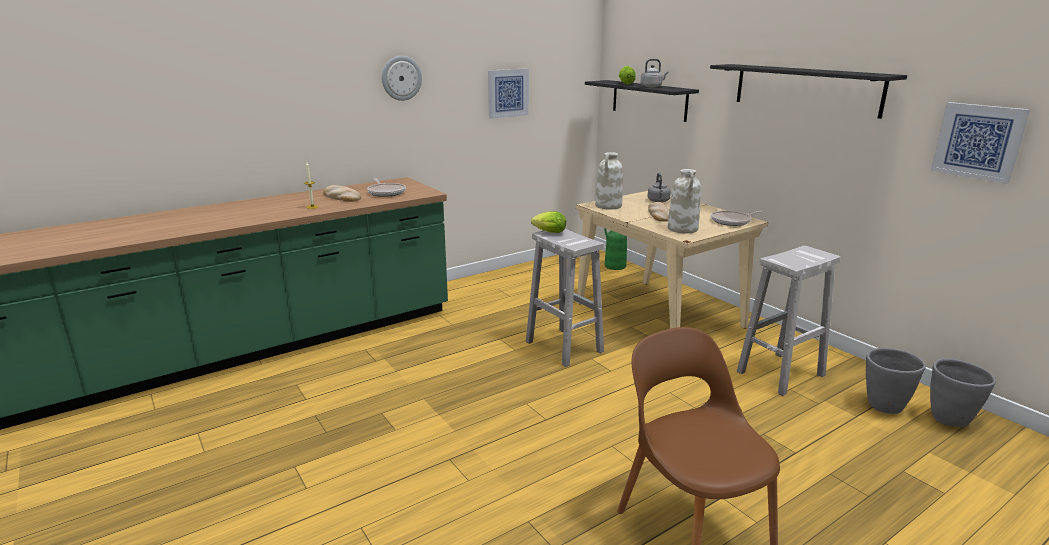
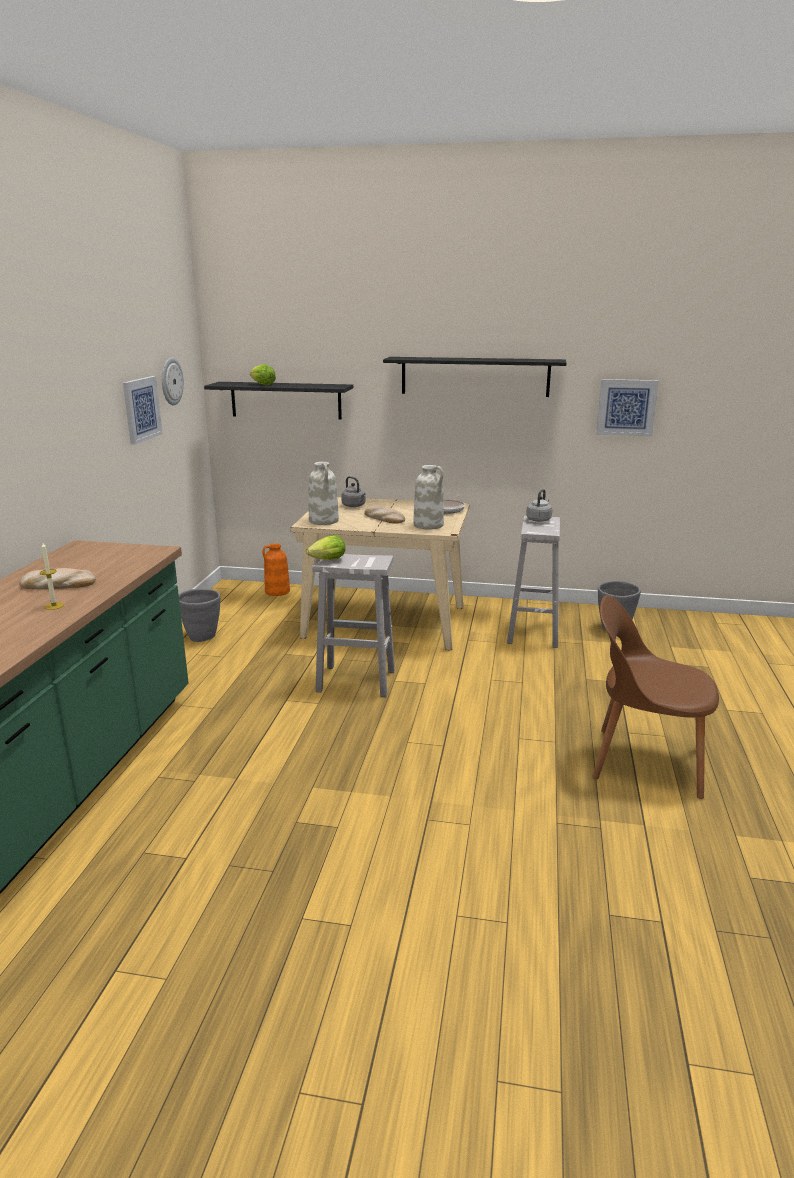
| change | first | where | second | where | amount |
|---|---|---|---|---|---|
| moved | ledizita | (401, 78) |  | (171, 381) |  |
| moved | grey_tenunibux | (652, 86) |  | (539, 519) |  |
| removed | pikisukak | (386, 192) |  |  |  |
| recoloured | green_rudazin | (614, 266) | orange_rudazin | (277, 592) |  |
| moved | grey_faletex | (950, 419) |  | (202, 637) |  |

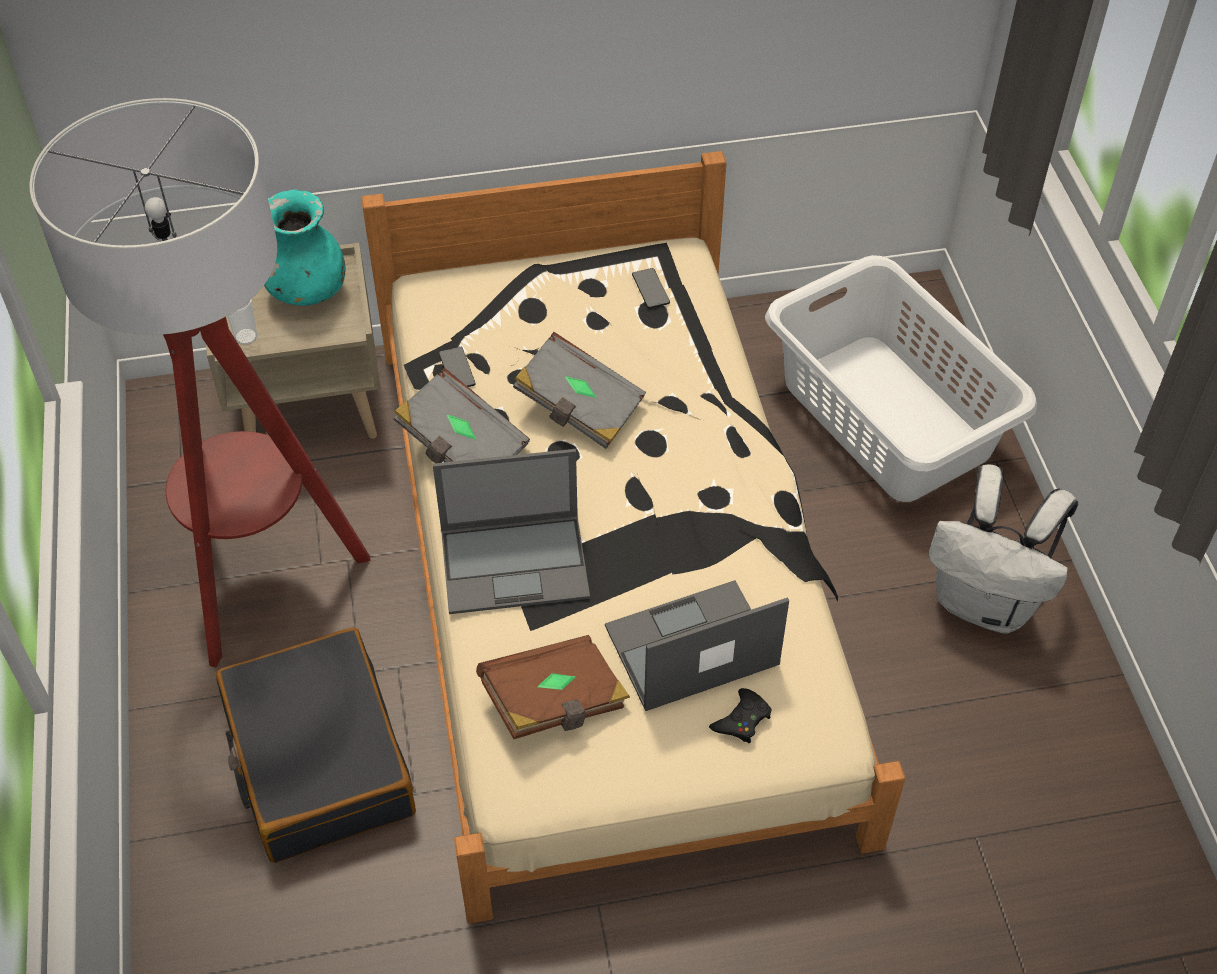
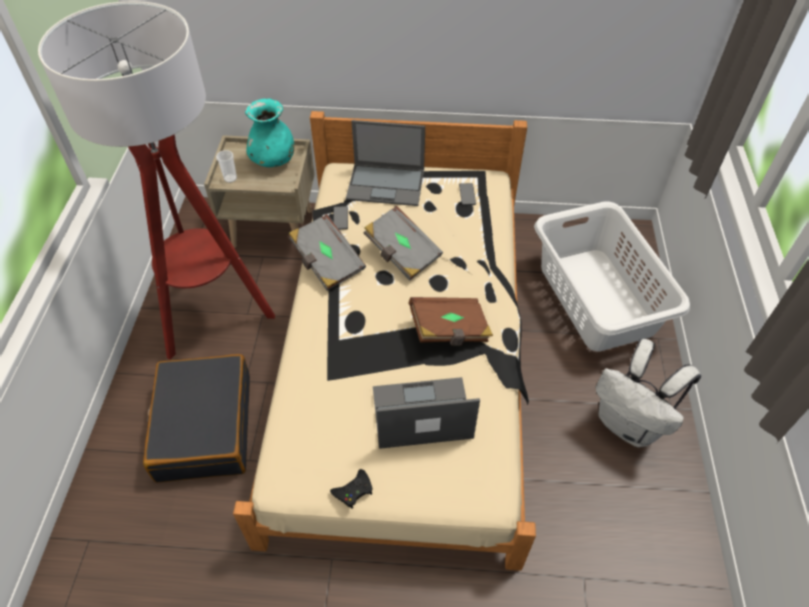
| change | first | where | second | where | amount |
|---|---|---|---|---|---|
| moved | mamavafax | (516, 563) |  | (386, 184) |  |
| moved | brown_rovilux | (554, 702) |  | (449, 330) |  |
| moved | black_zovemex | (742, 720) |  | (353, 491) |  |

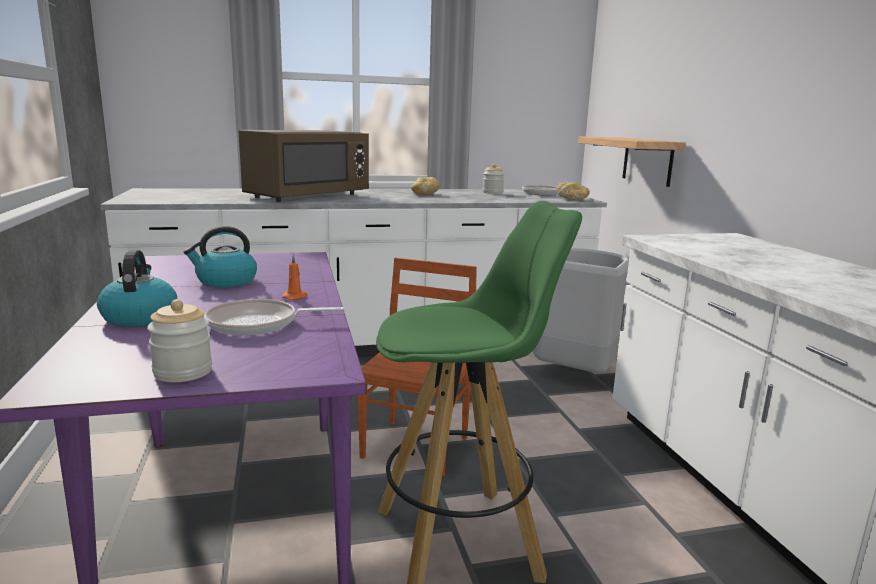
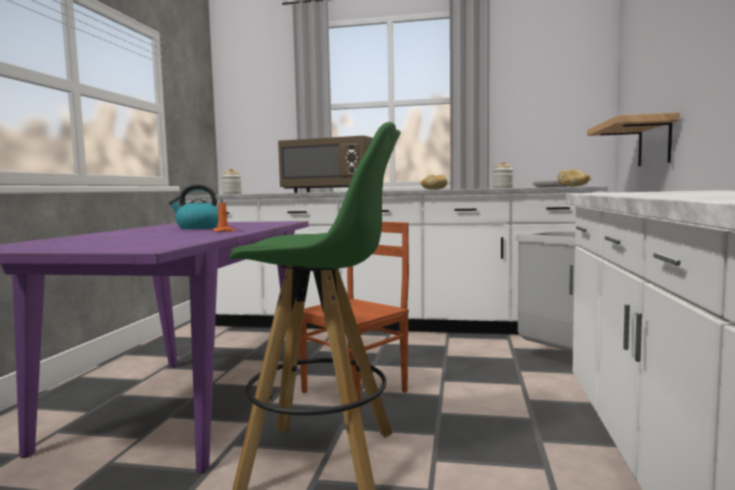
| change | first | where | second | where | amount |
|---|---|---|---|---|---|
| turned | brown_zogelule | (307, 196) |  | (332, 191) | 45 degrees clockwise |
| removed | tenunibux | (139, 317) |  |  |  |
| moved | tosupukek | (183, 372) |  | (232, 194) |  |
| removed | pikisukak | (258, 324) |  |  |  |

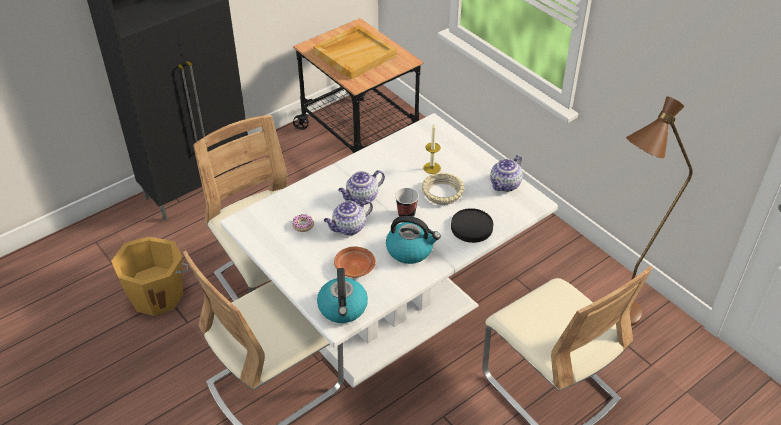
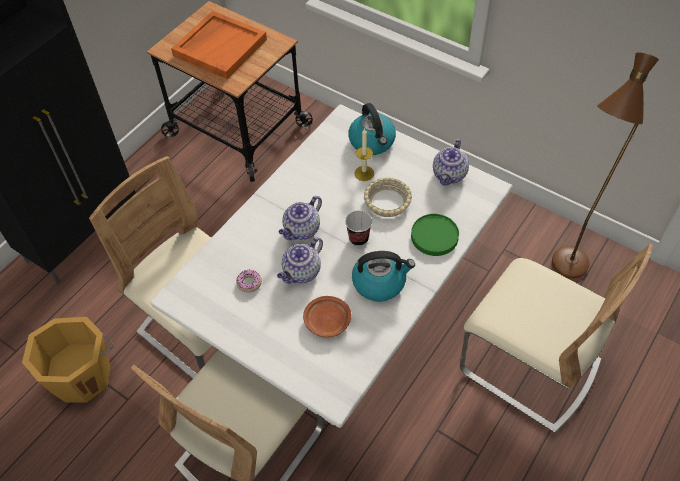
| change | first | where | second | where | amount |
|---|---|---|---|---|---|
| recoloured | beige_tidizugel | (355, 54) | orange_tidizugel | (220, 47) |  |
| recoloured | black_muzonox | (472, 227) | green_muzonox | (435, 236) |  |
| moved | tenunibux | (343, 308) |  | (372, 142) |  |

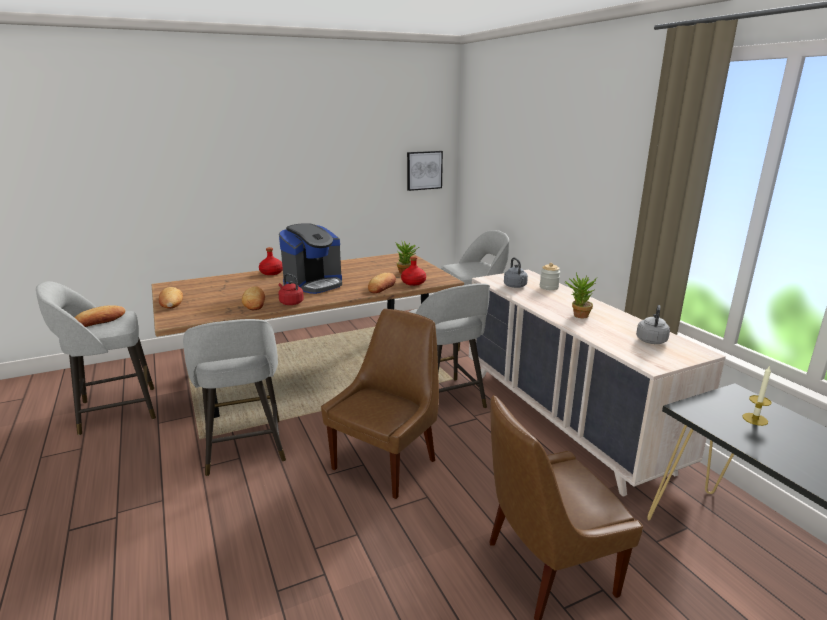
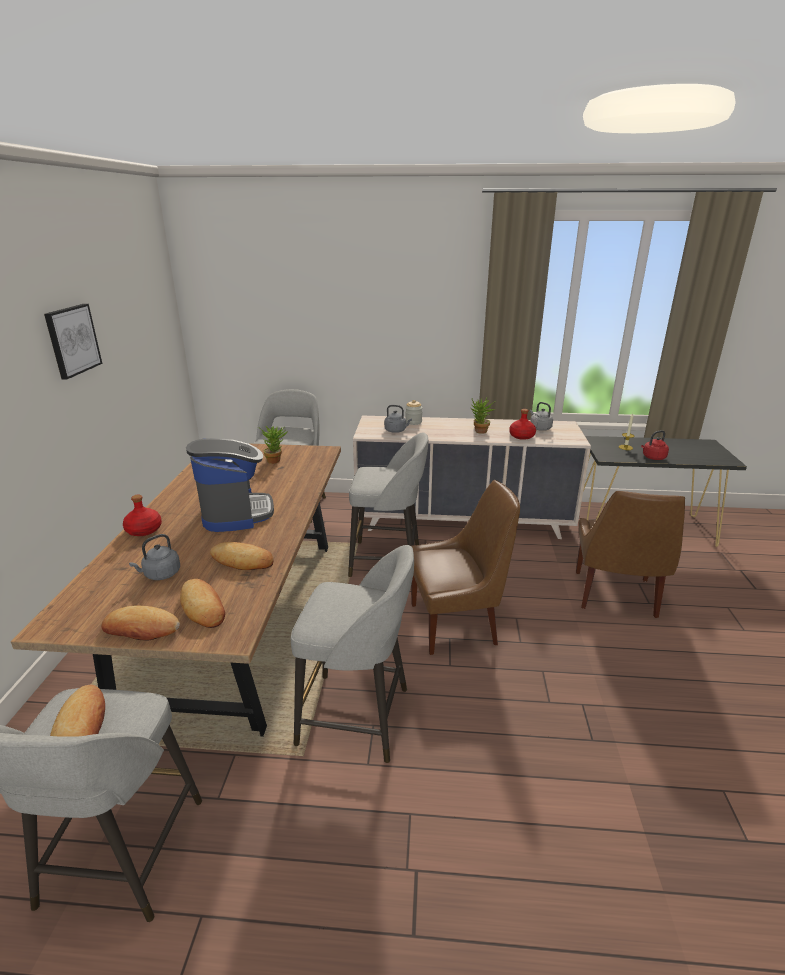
| change | first | where | second | where | amount |
|---|---|---|---|---|---|
| moved | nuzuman | (424, 170) |  | (72, 340) |  |
| moved | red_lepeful | (413, 283) |  | (521, 436) |  |
| moved | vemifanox | (382, 286) |  | (203, 607) |  |
| moved | red_tenunibux | (290, 302) |  | (652, 458) |  |
| turned | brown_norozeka | (387, 462) |  | (456, 623) | 105 degrees clockwise |
| added |  |  | grey_tenunibux | (160, 574) |  |

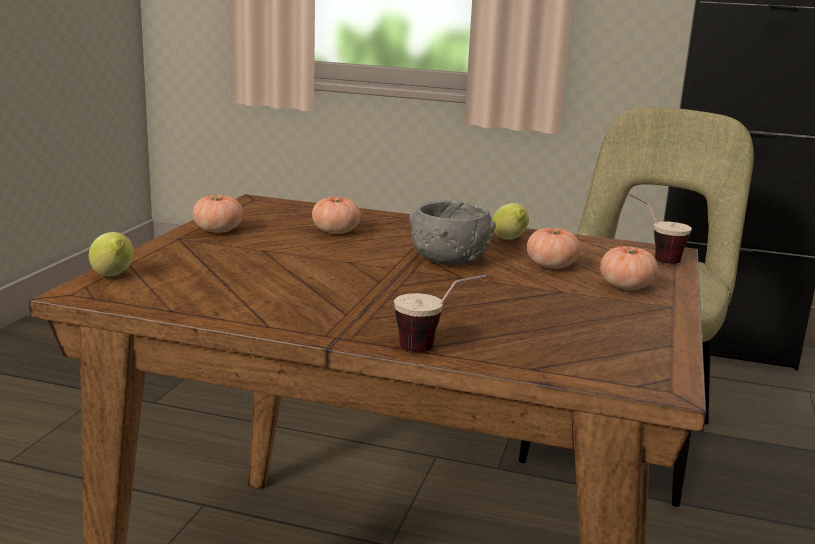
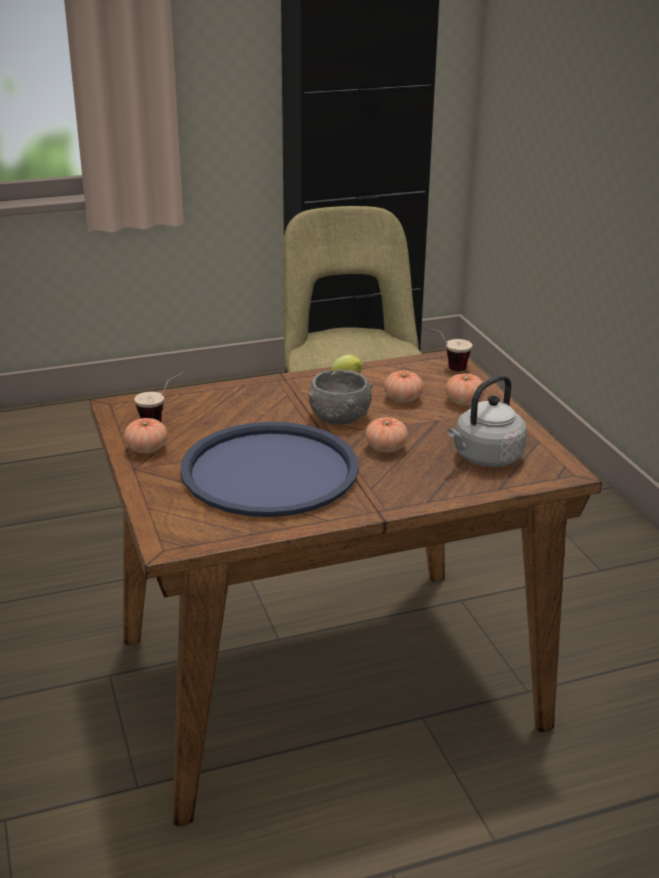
| change | first | where | second | where | amount |
|---|---|---|---|---|---|
| moved | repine | (336, 231) |  | (386, 448) |  |
| removed | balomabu | (113, 277) |  |  |  |
| moved | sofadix | (436, 348) |  | (162, 421) |  |
| added |  |  | grey_tenunibux | (485, 458) |  |
| added |  |  | blue_tidizugel | (270, 471) |  |

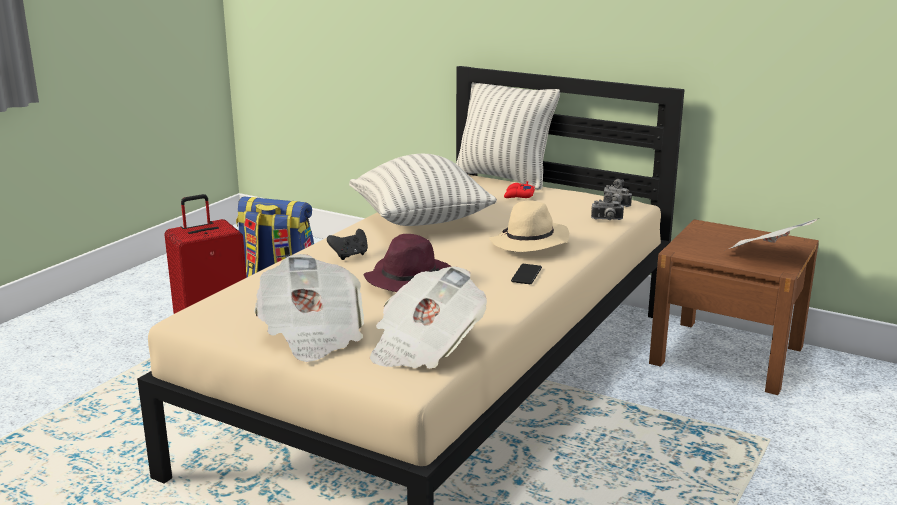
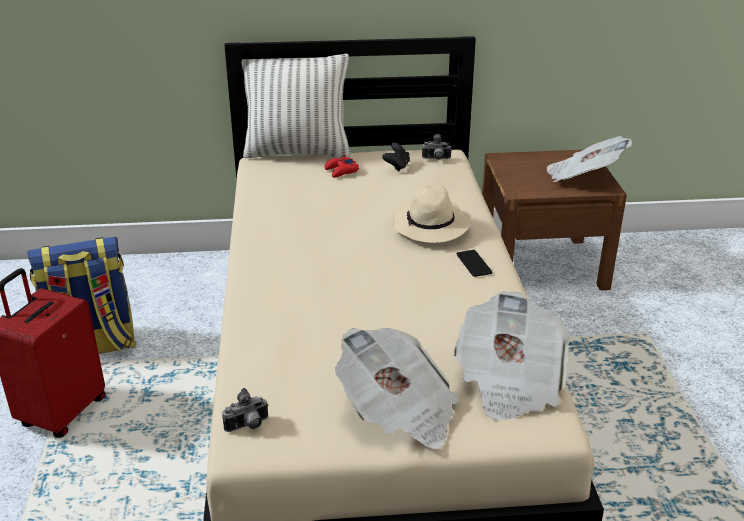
| change | first | where | second | where | amount |
|---|---|---|---|---|---|
| removed | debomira | (421, 222) |  |  |  |
| moved | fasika | (607, 220) |  | (248, 426) |  |
| moved | black_zovemex | (350, 255) |  | (397, 166) |  |
| removed | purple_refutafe | (409, 279) |  |  |  |

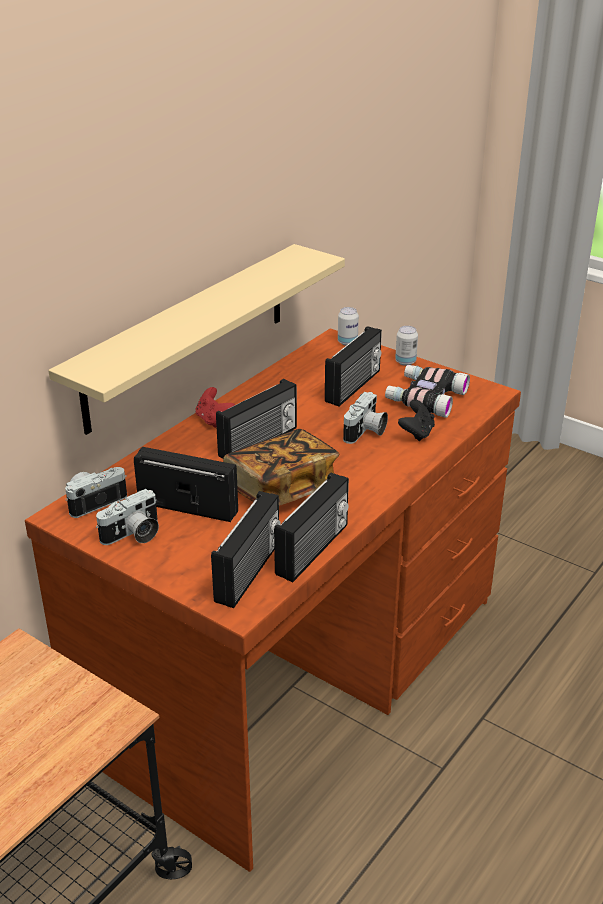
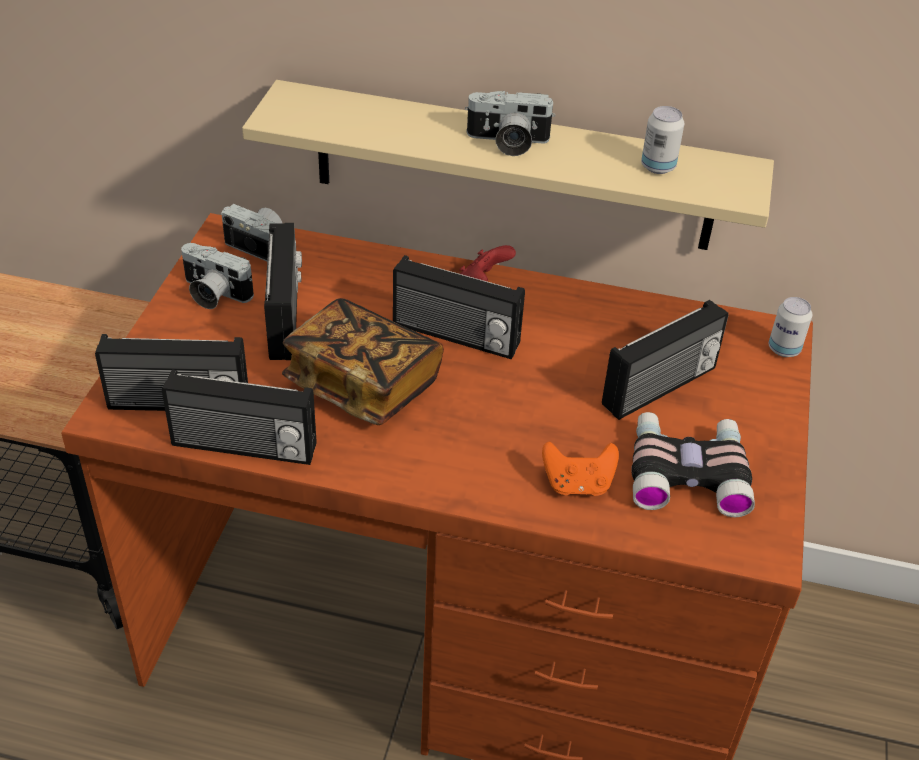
| change | first | where | second | where | amount |
|---|---|---|---|---|---|
| turned | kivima | (354, 386) |  | (661, 388) | 45 degrees counterclockwise |
| moved | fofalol | (405, 362) |  | (658, 167) |  |
| moved | fasika | (366, 432) |  | (507, 142) |  |
| recoloured | black_zovemex | (417, 433) | orange_zovemex | (577, 484) |  |

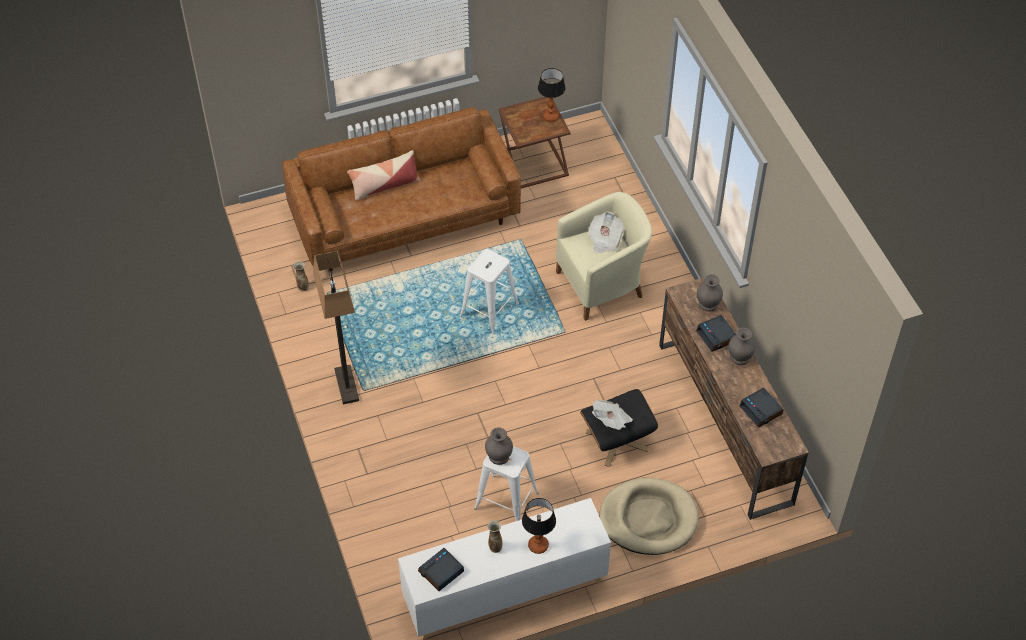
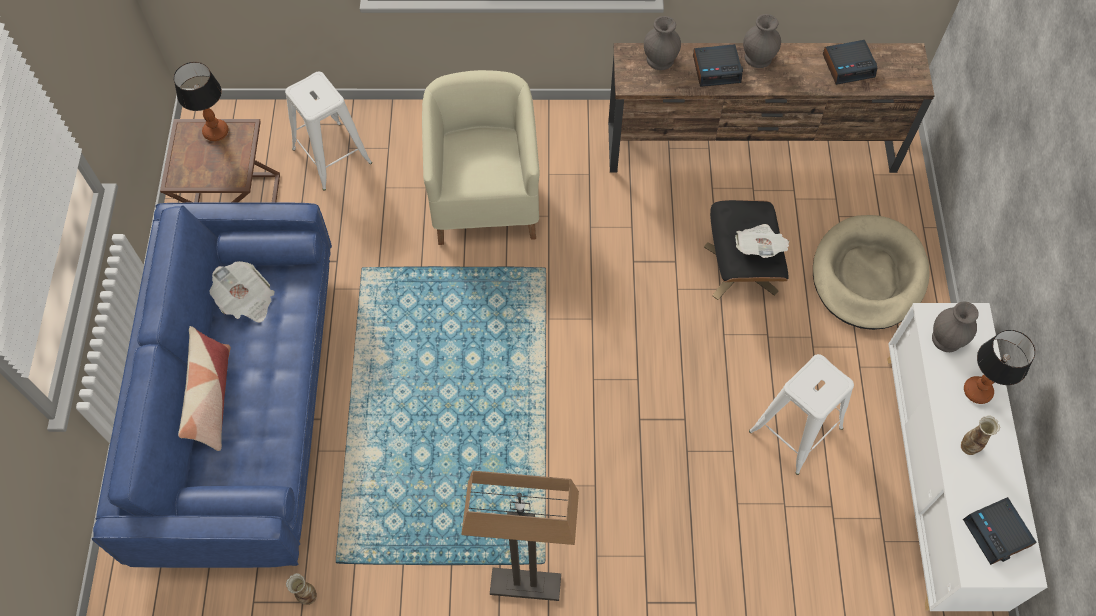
| change | first | where | second | where | amount |
|---|---|---|---|---|---|
| recoloured | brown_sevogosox | (404, 217) | blue_sevogosox | (243, 406) |  |
| moved | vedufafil | (604, 240) |  | (246, 300) |  |
| moved | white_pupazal | (489, 310) |  | (332, 156) |  |
| moved | grey_rudazin | (498, 455) |  | (946, 339) |  |

